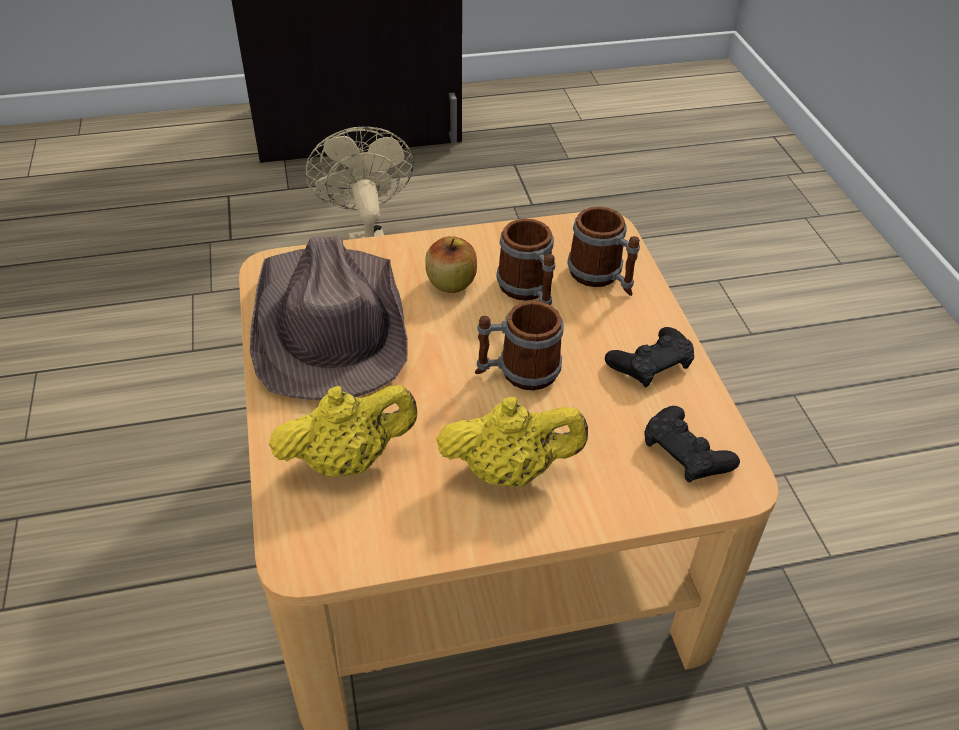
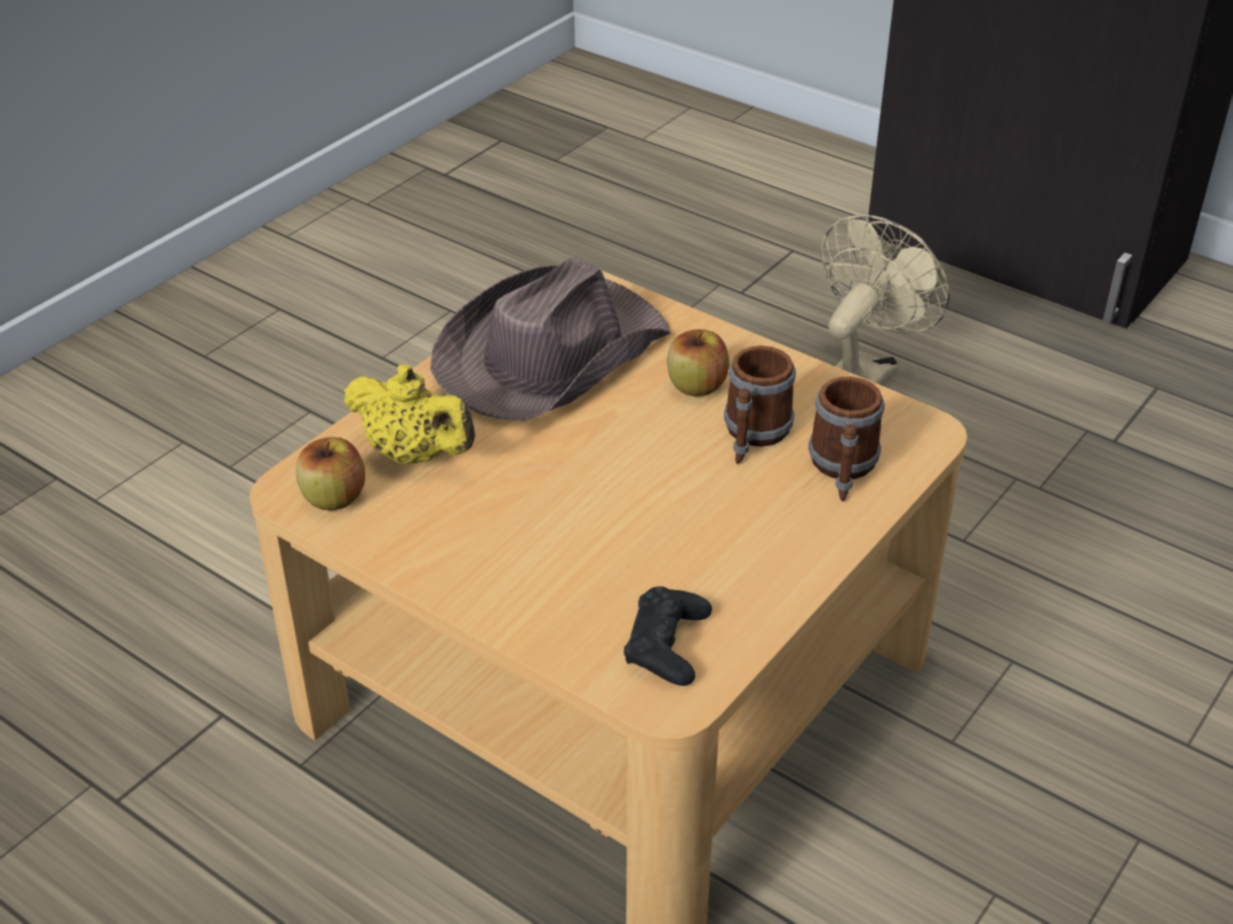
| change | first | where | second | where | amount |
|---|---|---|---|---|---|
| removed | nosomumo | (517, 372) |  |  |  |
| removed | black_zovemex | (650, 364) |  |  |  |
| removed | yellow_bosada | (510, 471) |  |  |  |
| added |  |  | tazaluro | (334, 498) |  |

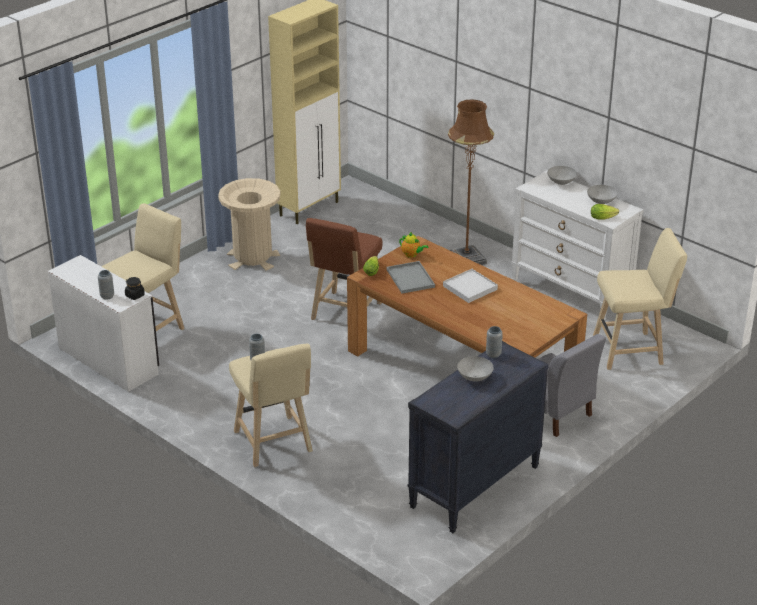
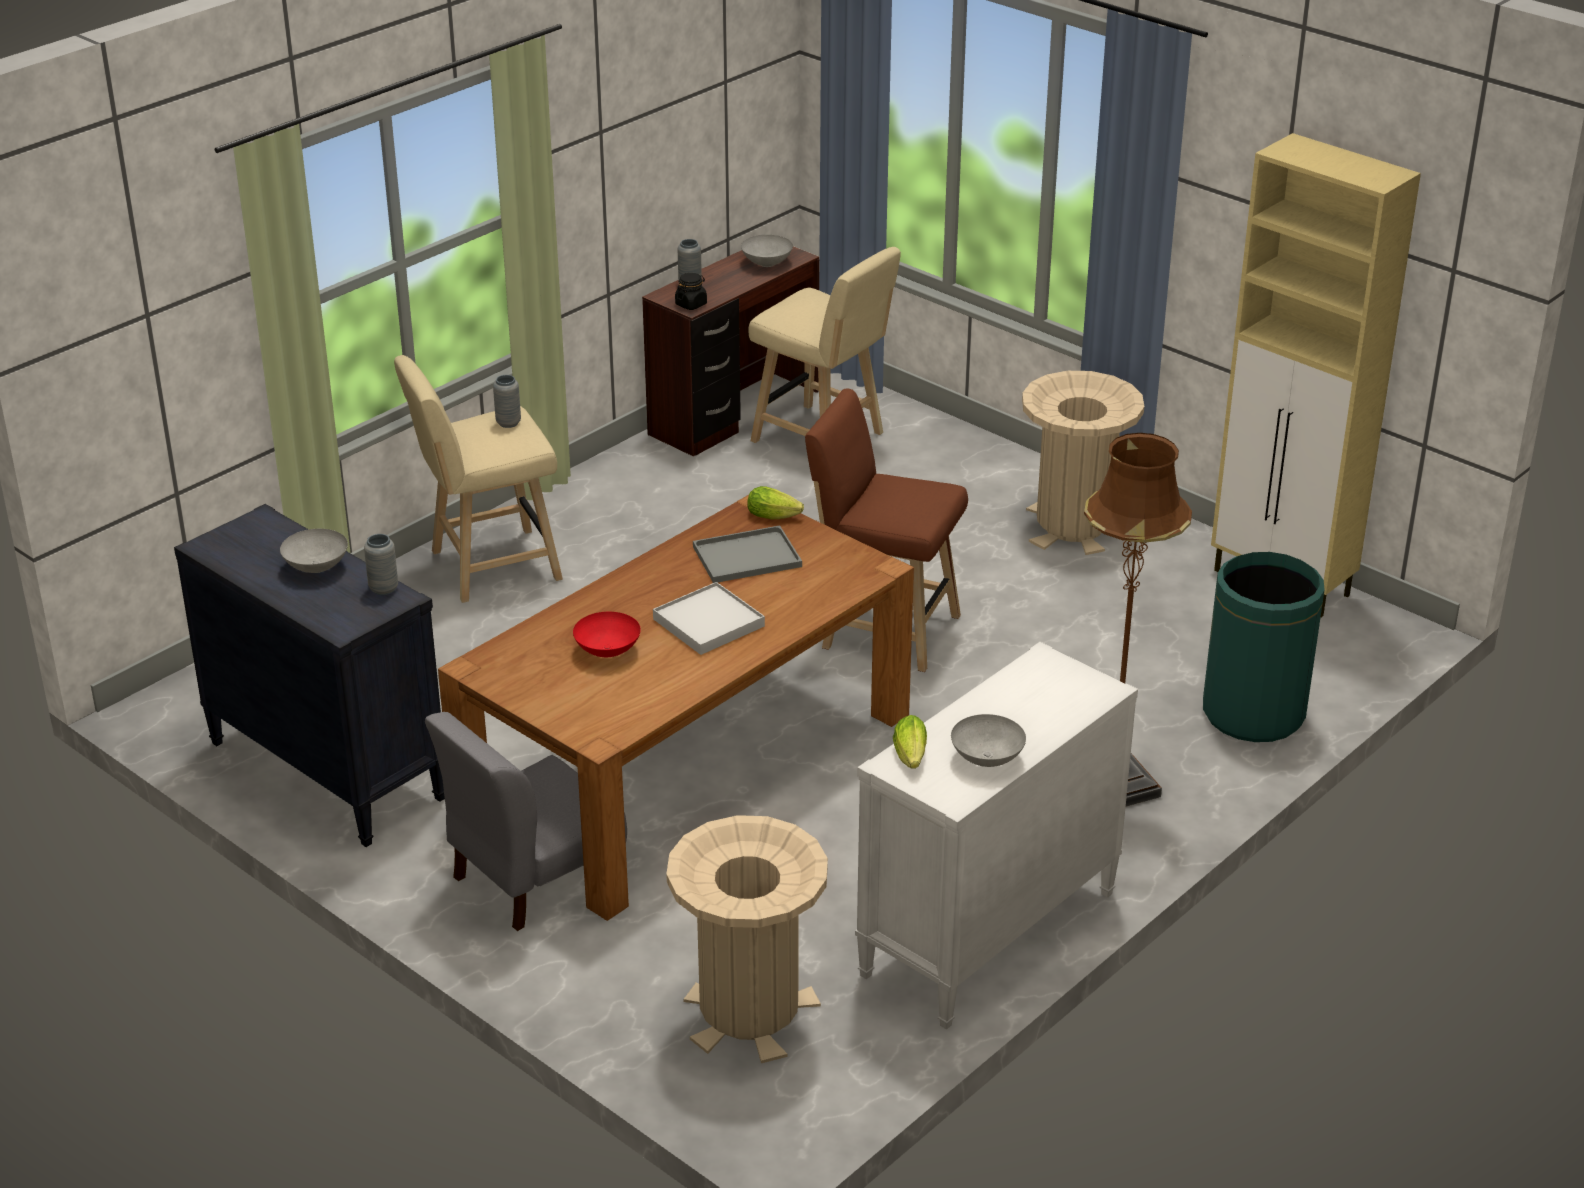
| change | first | where | second | where | amount |
|---|---|---|---|---|---|
| moved | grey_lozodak | (561, 182) |  | (766, 264) |  |
| replaced | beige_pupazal | (631, 351) | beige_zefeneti | (749, 1013) |  |
| removed | bosada | (412, 255) |  |  |  |
| recoloured | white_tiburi | (109, 360) | brown_tiburi | (735, 413) |  |
| added |  |  | green_zefeneti | (1253, 713) |  |
| added |  |  | red_lozodak | (608, 652) |  |

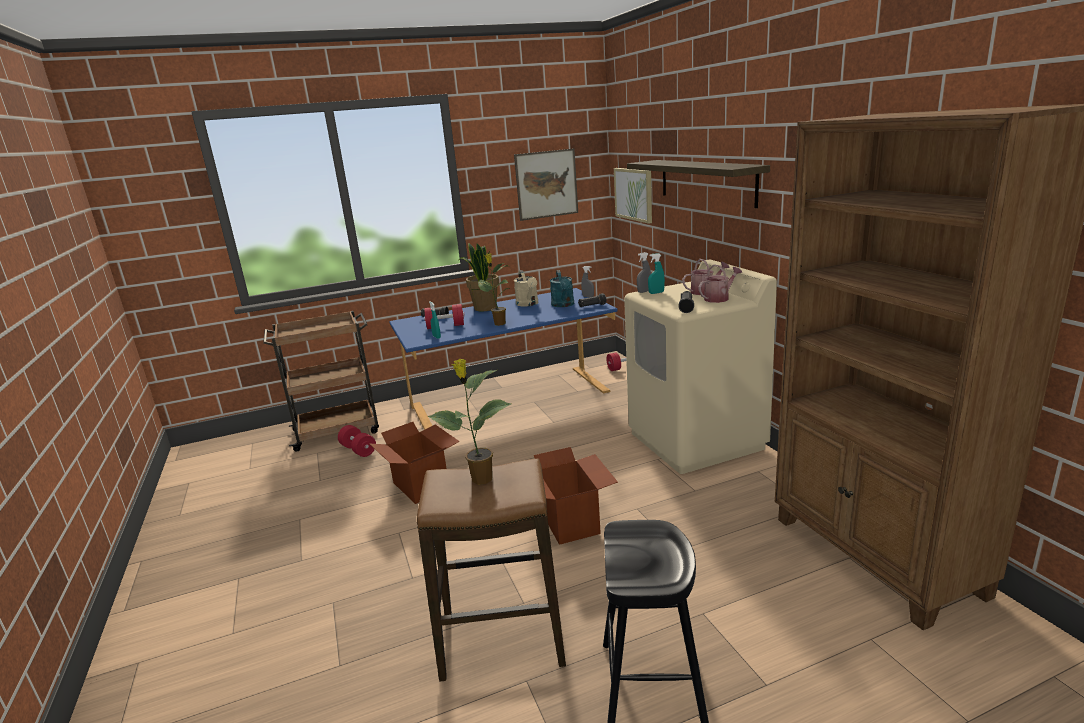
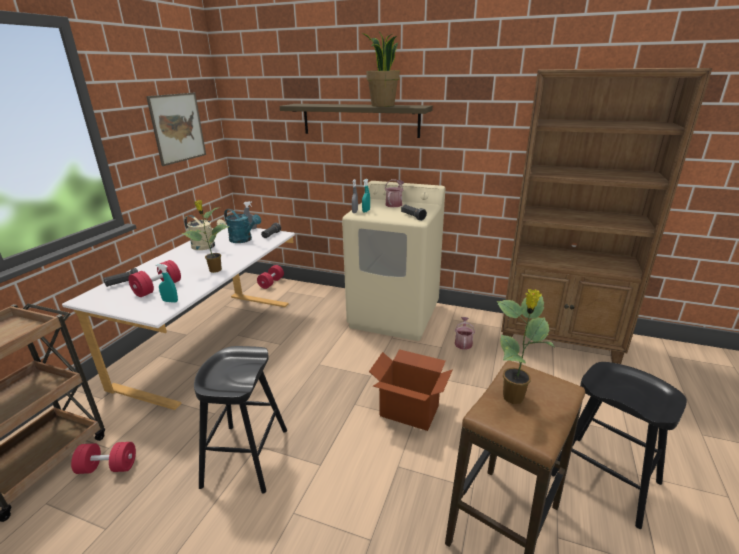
| change | first | where | second | where | amount |
|---|---|---|---|---|---|
| removed | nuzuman | (634, 194) |  |  |  |
| moved | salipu | (485, 308) |  | (382, 105) |  |
| moved | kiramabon | (719, 298) |  | (463, 342) |  |
| recoloured | blue_tiburi | (511, 400) | white_tiburi | (214, 342) |  |
| replaced | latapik | (421, 485) | black_pupazal | (246, 457) |  |

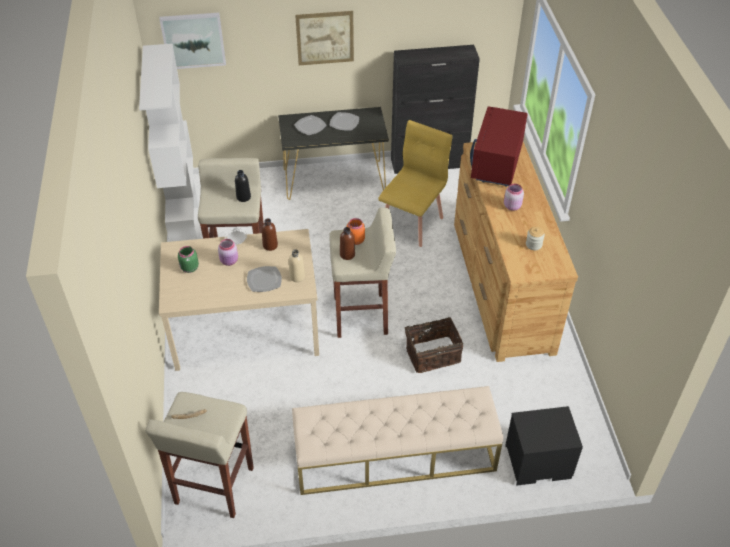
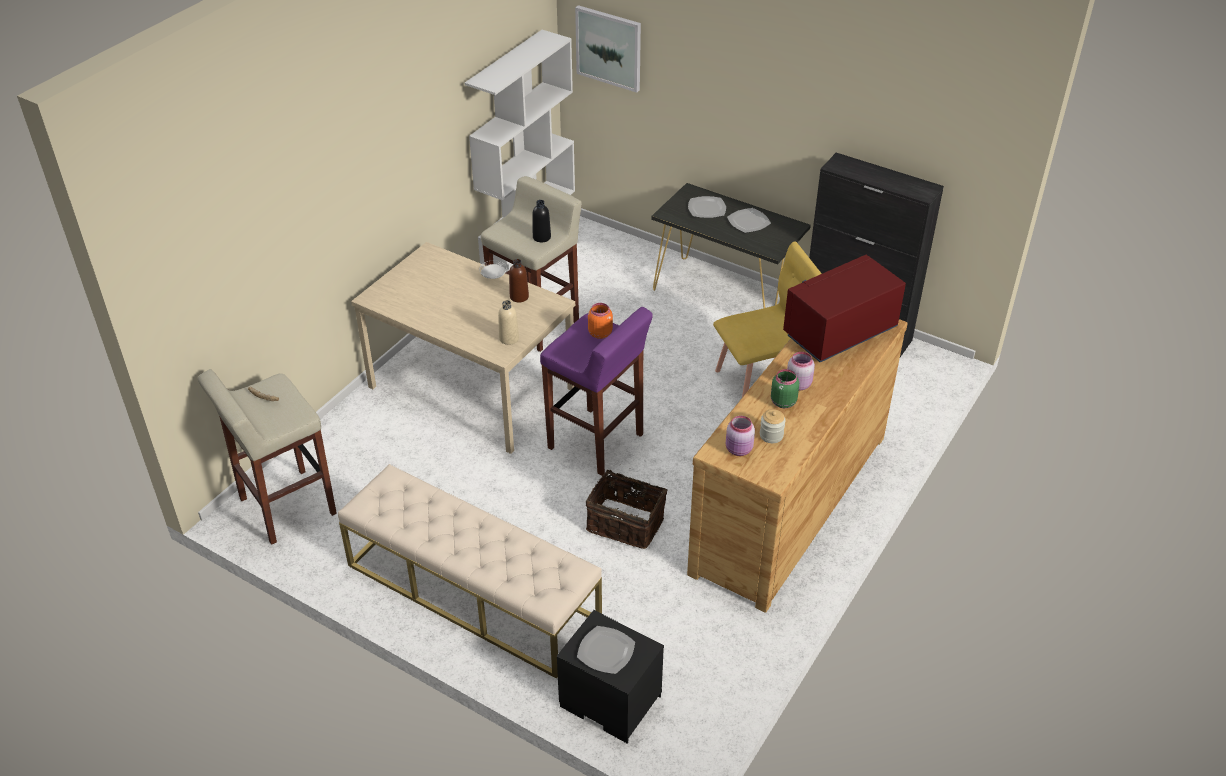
| change | first | where | second | where | amount |
|---|---|---|---|---|---|
| removed | nuzuman | (325, 38) |  |  |  |
| recoloured | beige_pupazal | (362, 316) | purple_pupazal | (596, 442) |  |
| removed | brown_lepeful | (347, 254) |  |  |  |
| moved | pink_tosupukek | (229, 261) |  | (739, 450) |  |
| moved | green_tosupukek | (189, 268) |  | (782, 402) |  |
| moved | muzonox | (264, 280) |  | (605, 651) |  |

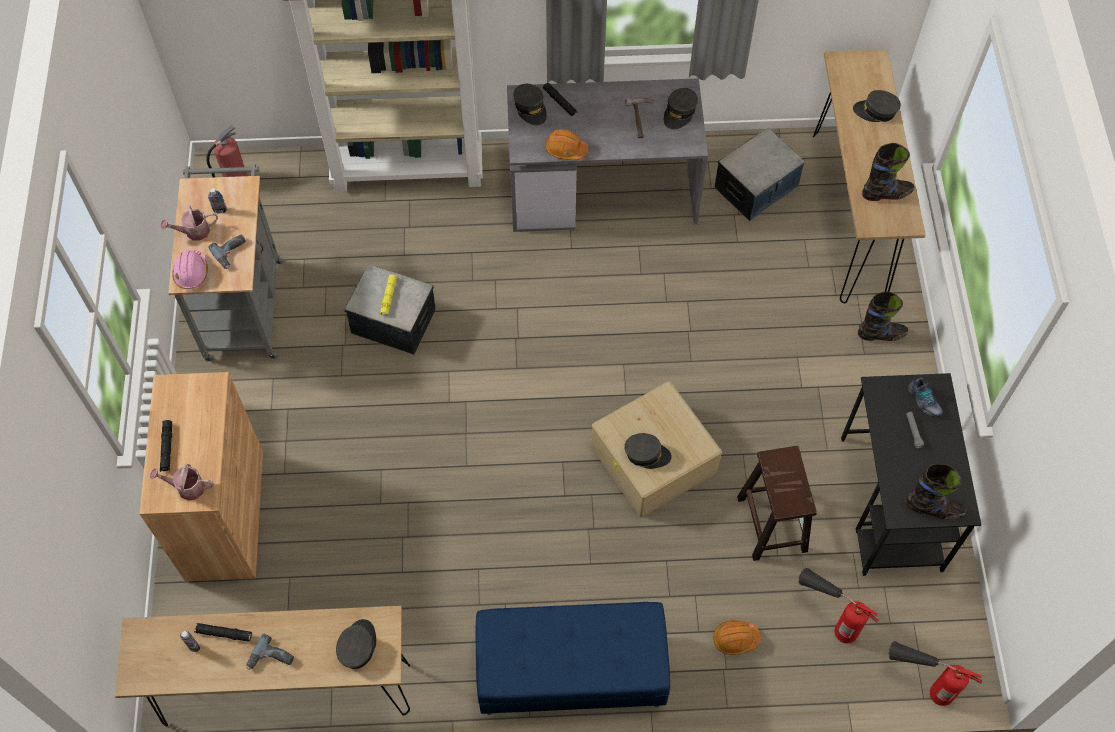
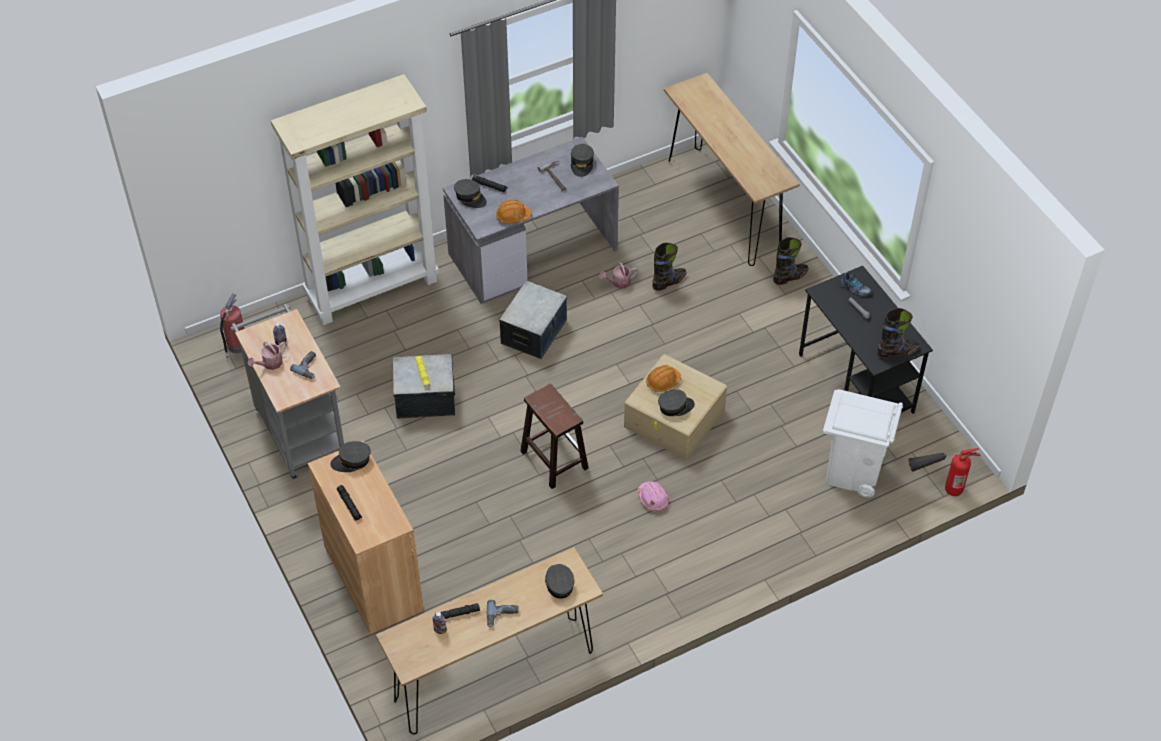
| change | first | where | second | where | amount |
|---|---|---|---|---|---|
| moved | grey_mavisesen | (876, 111) |  | (351, 461) |  |
| moved | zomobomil | (756, 188) |  | (534, 332) |  |
| moved | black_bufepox | (886, 194) |  | (669, 282) |  |
| moved | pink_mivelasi | (191, 272) |  | (653, 499) |  |
| moved | brown_pupazal | (771, 523) |  | (553, 459) |  |
| moved | kiramabon | (187, 487) |  | (618, 283) |  |
| replaced | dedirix | (827, 617) | white_zefeneti | (853, 472) |  |
| removed | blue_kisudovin | (570, 674) |  |  |  |
| moved | orange_mivelasi | (735, 639) |  | (663, 382) |  |

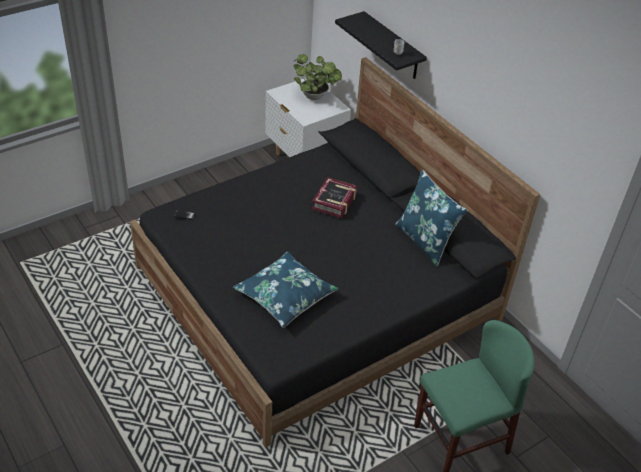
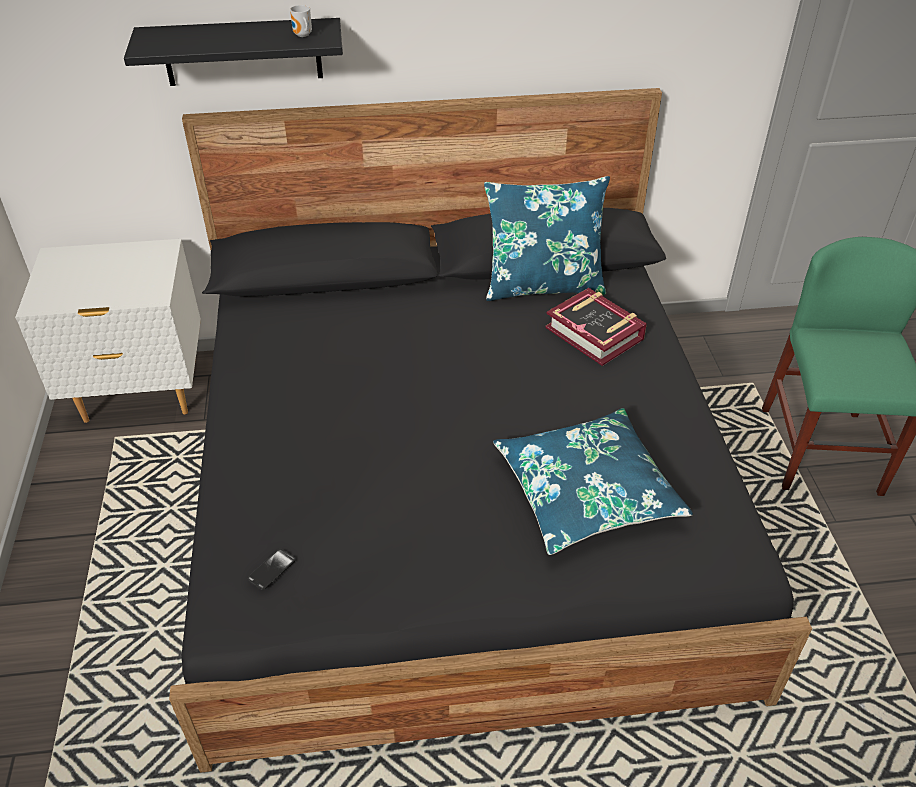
| change | first | where | second | where | amount |
|---|---|---|---|---|---|
| removed | salipu | (316, 97) |  |  |  |
| moved | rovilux | (334, 202) |  | (595, 333) |  |

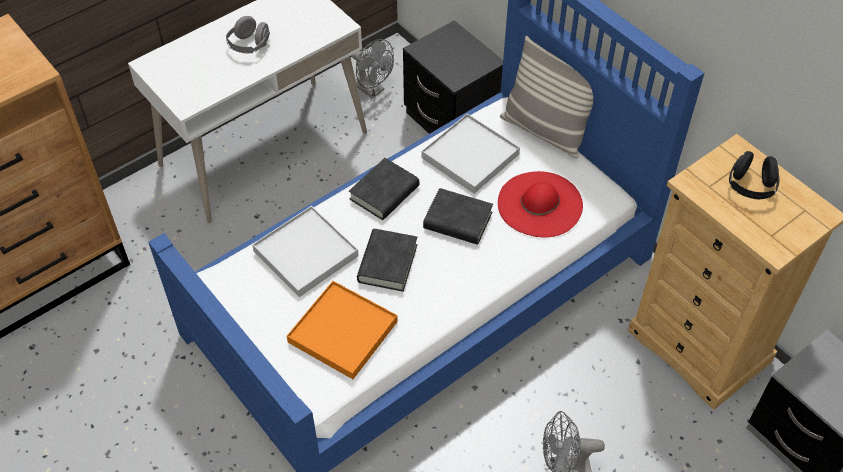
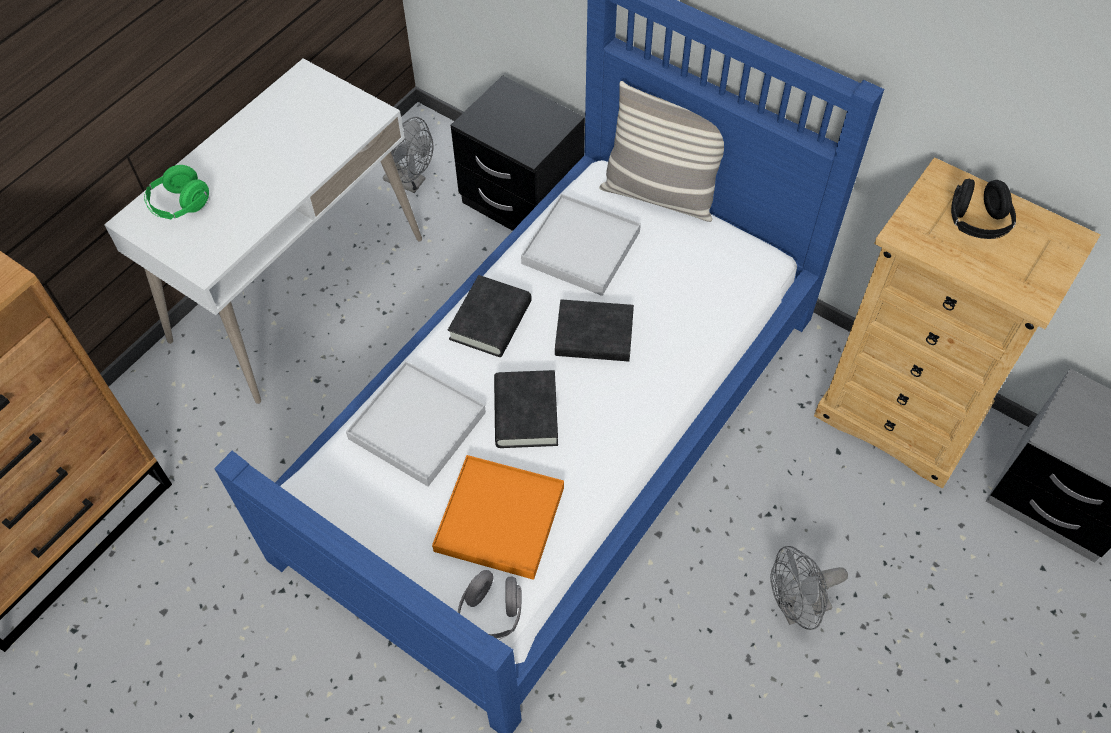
| change | first | where | second | where | amount |
|---|---|---|---|---|---|
| moved | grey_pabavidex | (249, 46) |  | (492, 613) |  |
| removed | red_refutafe | (540, 204) |  |  |  |
| added |  |  | green_pabavidex | (180, 205) |  |

